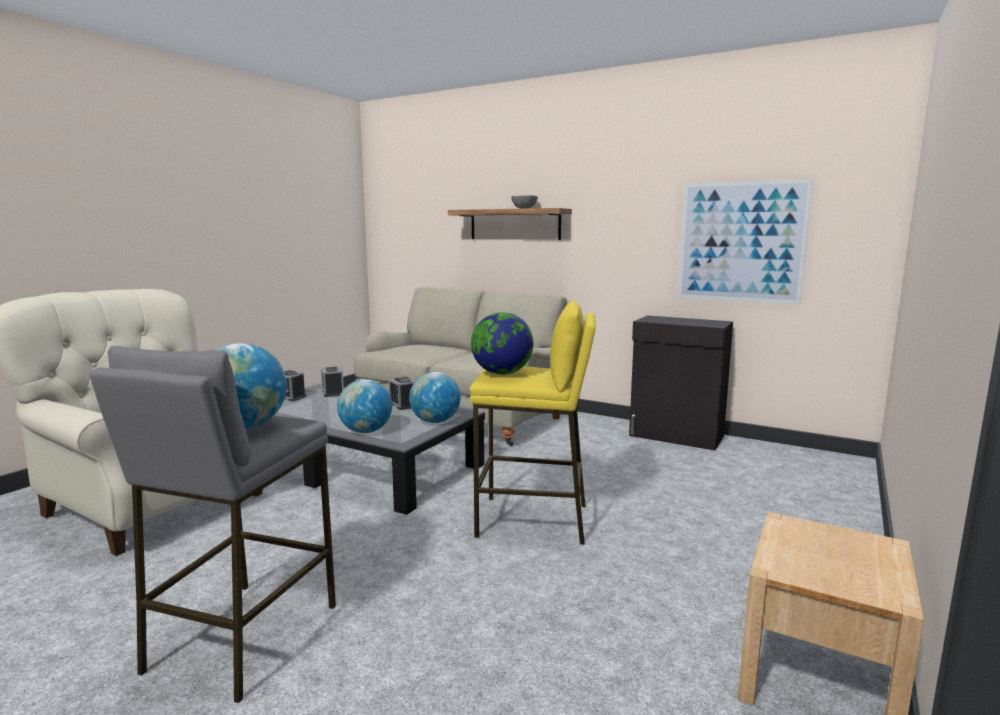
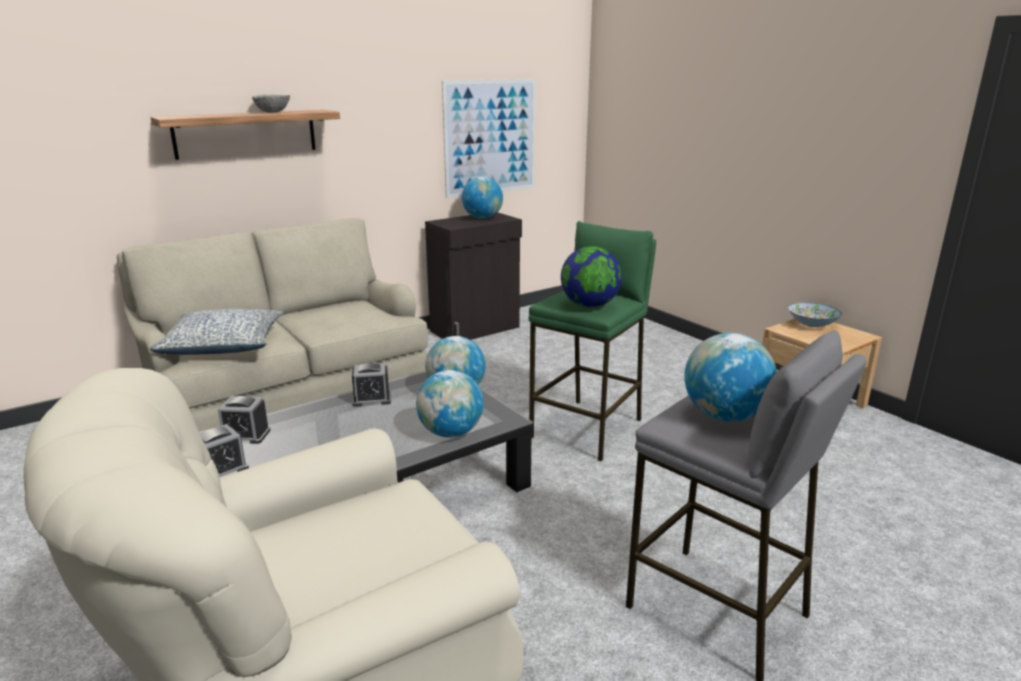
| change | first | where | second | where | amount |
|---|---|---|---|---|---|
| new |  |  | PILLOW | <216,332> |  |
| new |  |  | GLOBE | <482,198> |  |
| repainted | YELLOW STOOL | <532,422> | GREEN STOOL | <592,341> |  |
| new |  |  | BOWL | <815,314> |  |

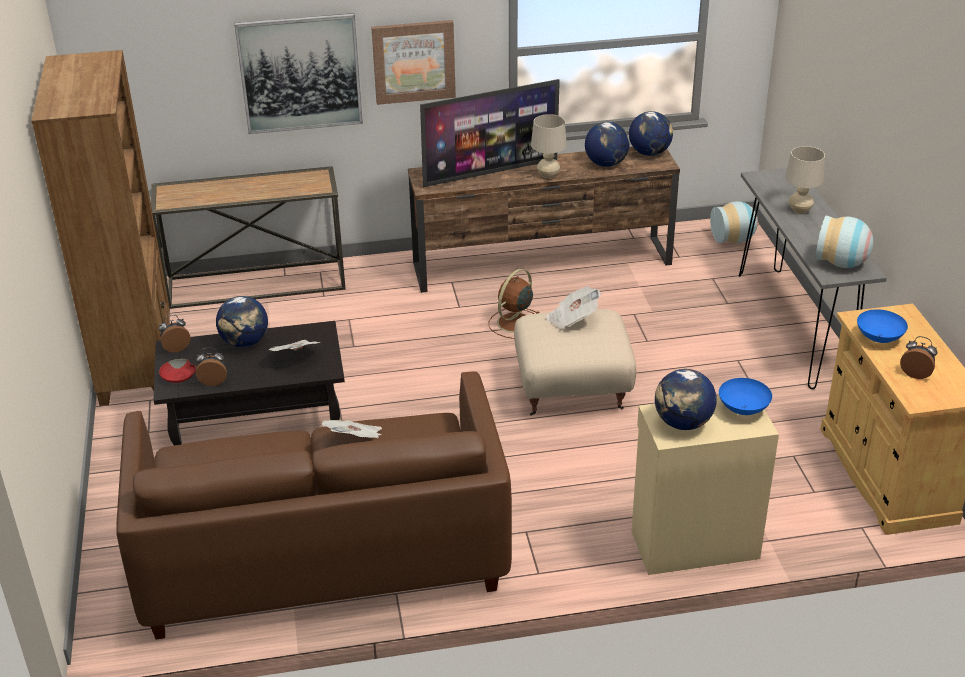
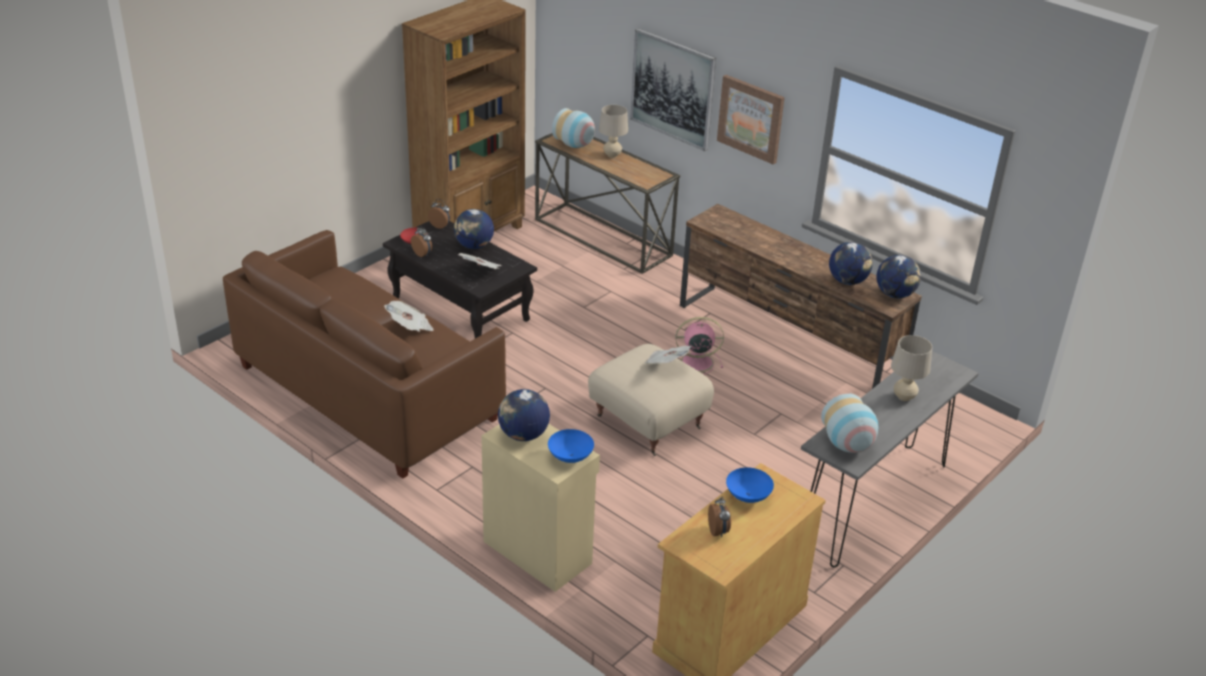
| change | first | where | second | where | amount |
|---|---|---|---|---|---|
| shifted | VASE | <734,222> |  | <573,128> |  |
| shifted | BEIGE TABLE LAMP | <549,146> |  | <613,131> |  |
| repainted | BROWN FAN | <514,304> | PINK FAN | <700,346> |  |
| gone | TELEVISION | <490,133> |  |  |  |

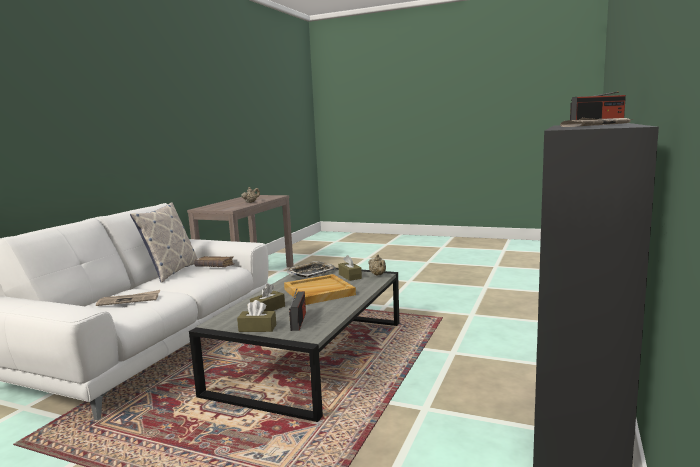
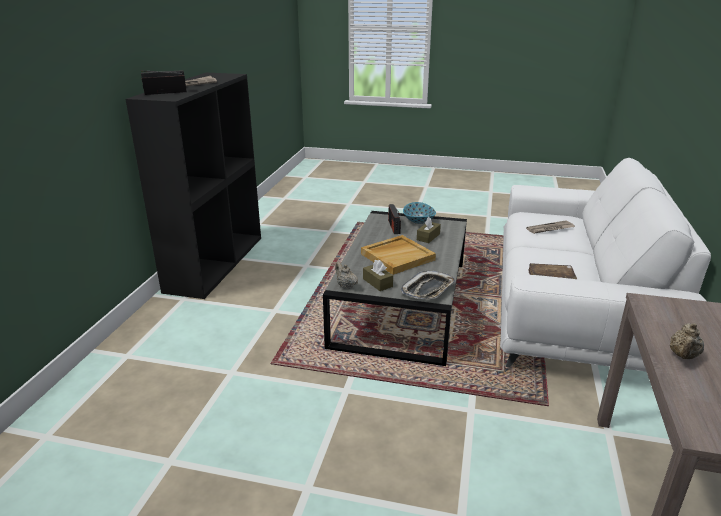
| change | first | where | second | where | amount |
|---|---|---|---|---|---|
| swapped | BROWN TISSUE BOX | <256,316> | BOWL | <419,213> |  |
| gone | PILLOW | <164,242> |  |  |  |

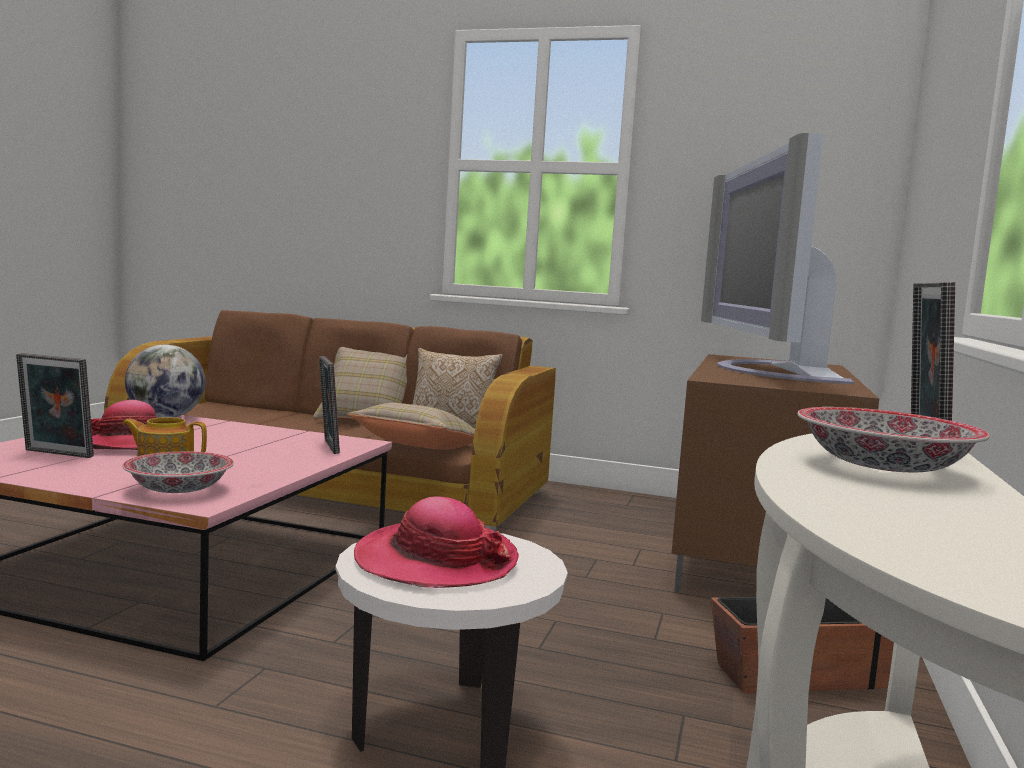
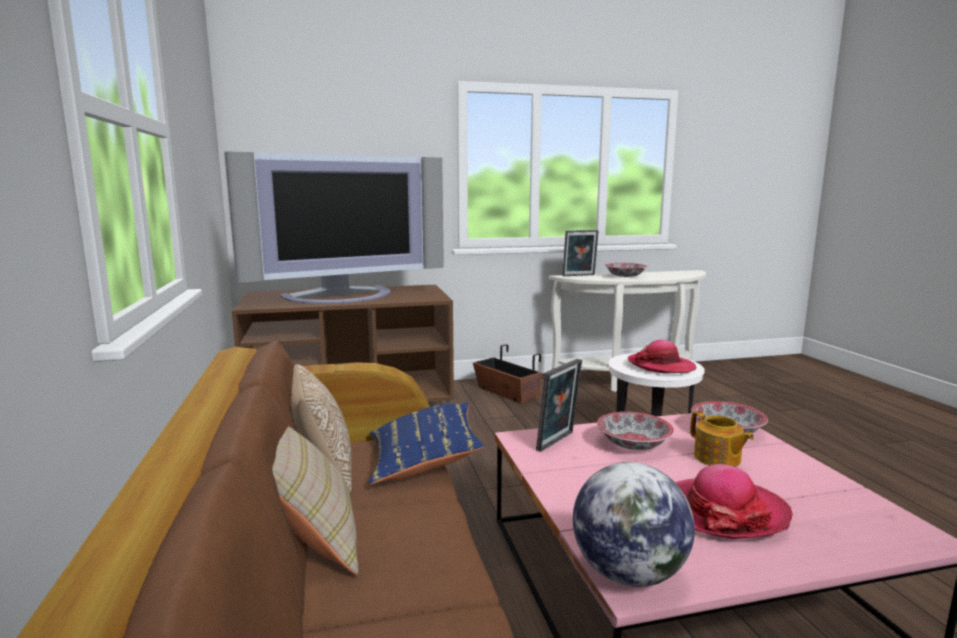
| change | first | where | second | where | amount |
|---|---|---|---|---|---|
| repainted | BEIGE PILLOW | <411,426> | BLUE PILLOW | <426,443> |  |
| new |  |  | BOWL | <635,431> |  |
| gone | PICTURE FRAME | <55,405> |  |  |  |

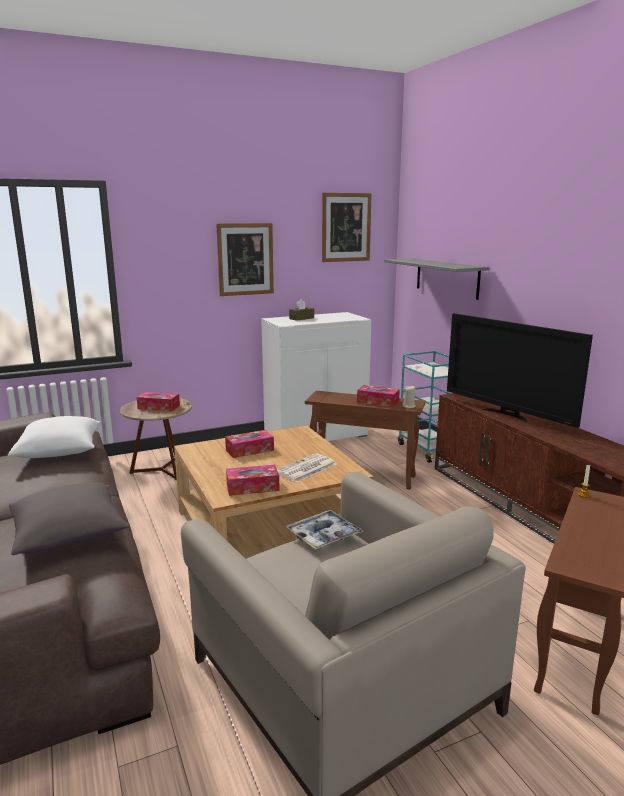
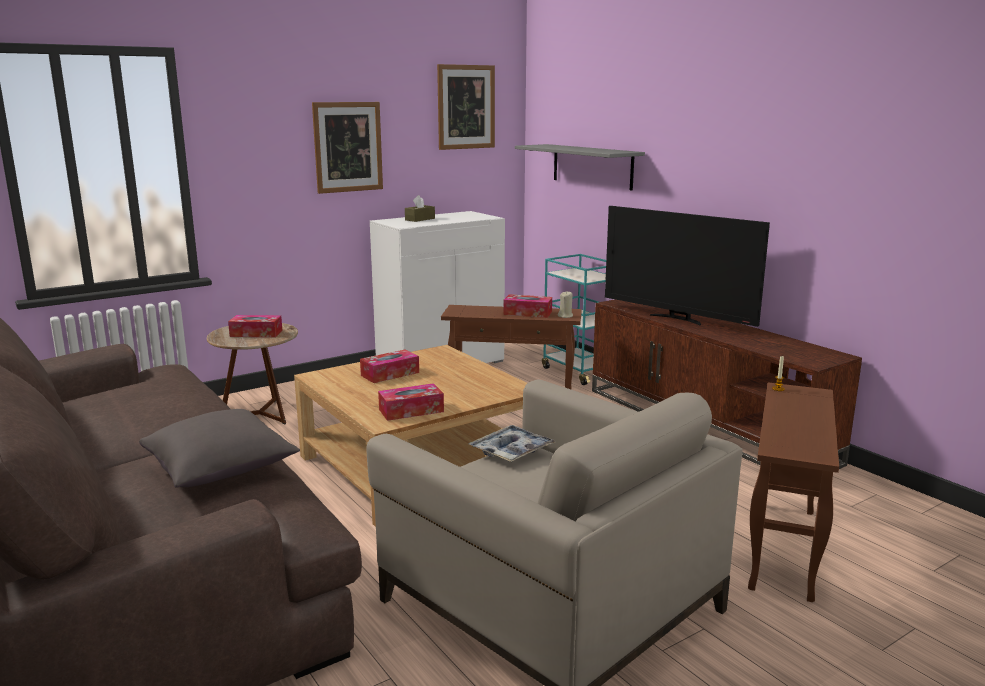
| change | first | where | second | where | amount |
|---|---|---|---|---|---|
| gone | WHITE PILLOW | <54,437> |  |  |  |
| gone | NEWSPAPER | <307,467> |  |  |  |

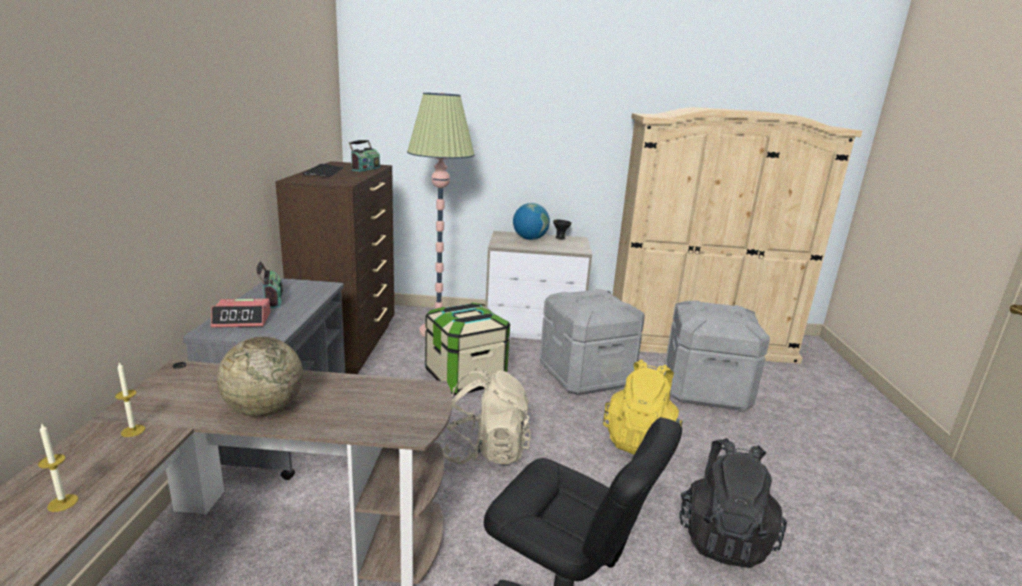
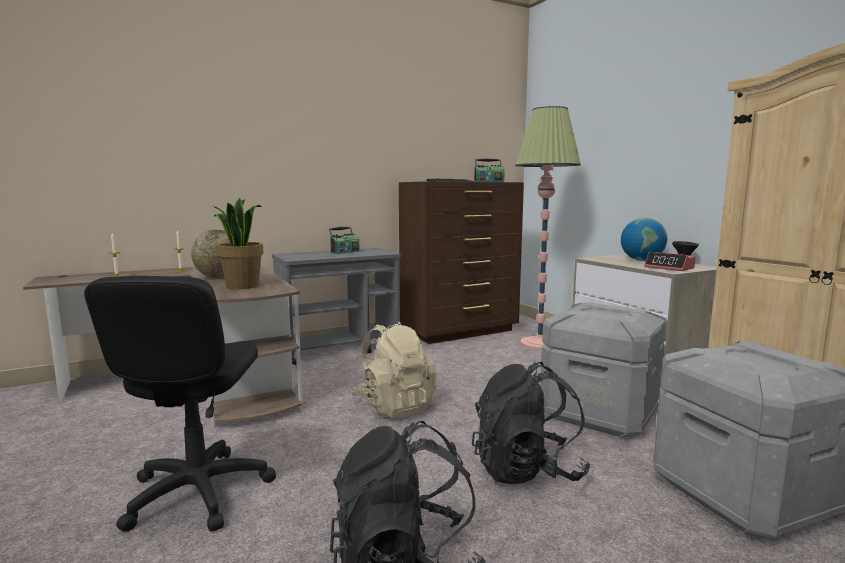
| change | first | where | second | where | amount |
|---|---|---|---|---|---|
| new |  |  | POTTED PLANT | <238,243> |  |
| repainted | YELLOW BACKPACK | <643,406> | BLACK BACKPACK | <531,423> |  |
| shifted | ALARM CLOCK | <241,313> |  | <669,261> |  |
| gone | STORAGE BOX | <467,349> |  |  |  |

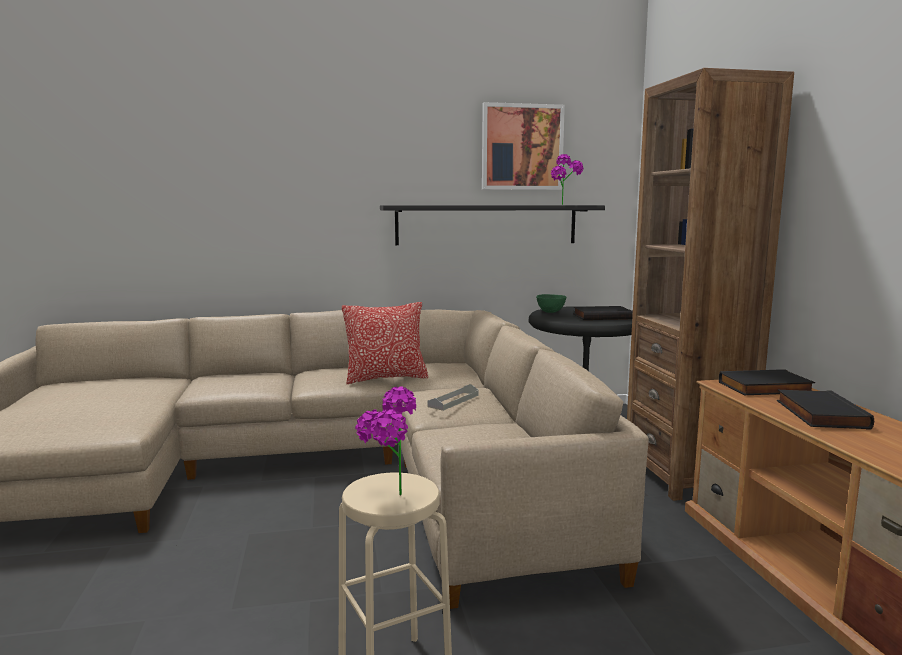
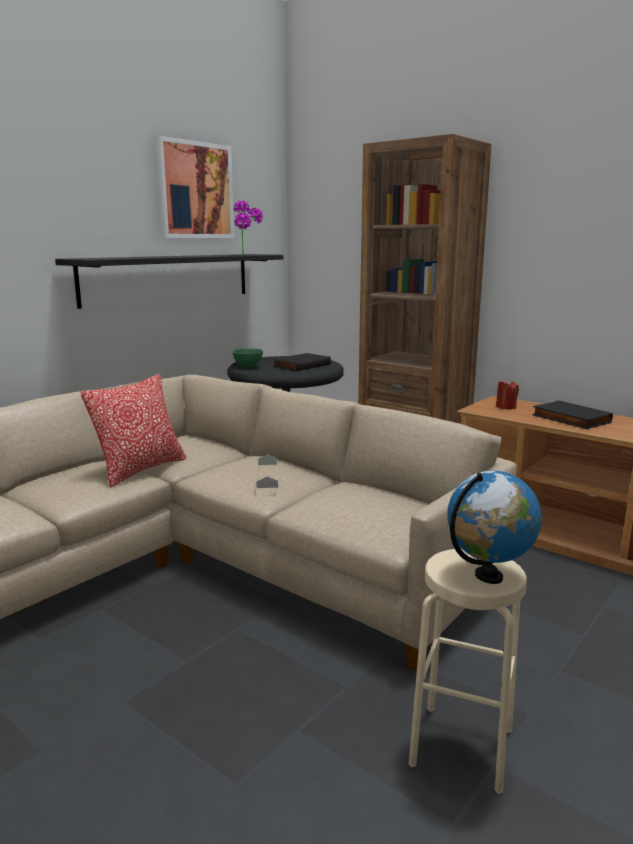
| change | first | where | second | where | amount |
|---|---|---|---|---|---|
| swapped | POTTED PLANT | <385,440> | GLOBE | <495,527> |  |
| swapped | BLACK BOOK | <767,382> | RED CANDLE | <507,394> |  |

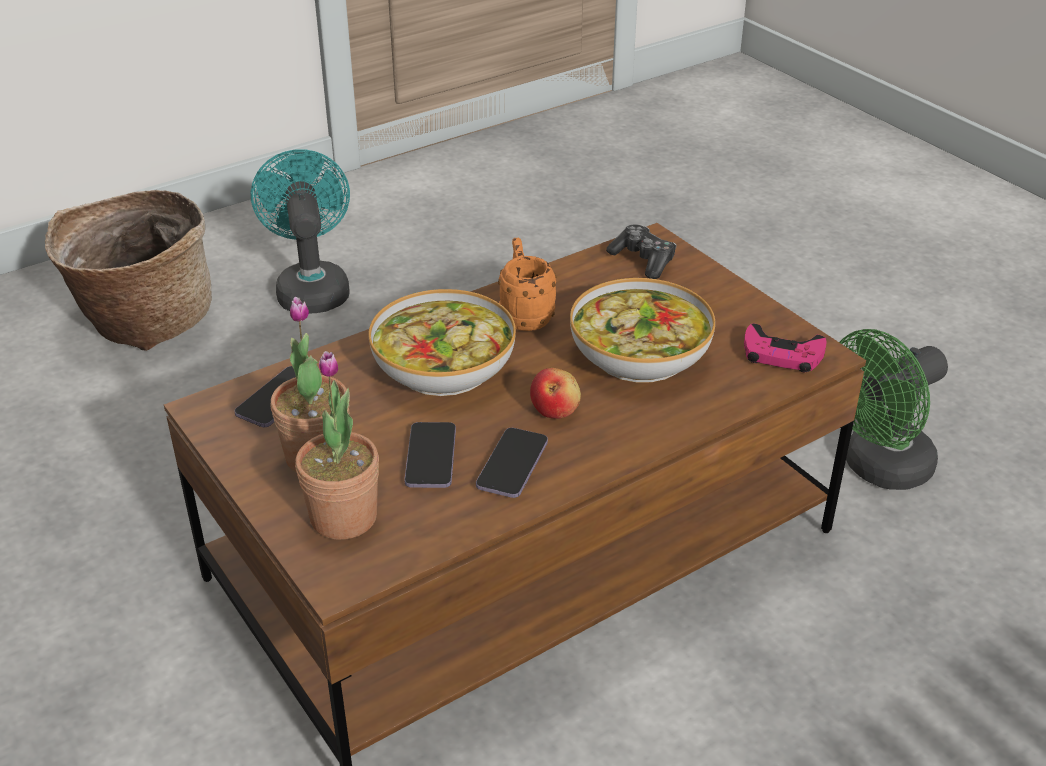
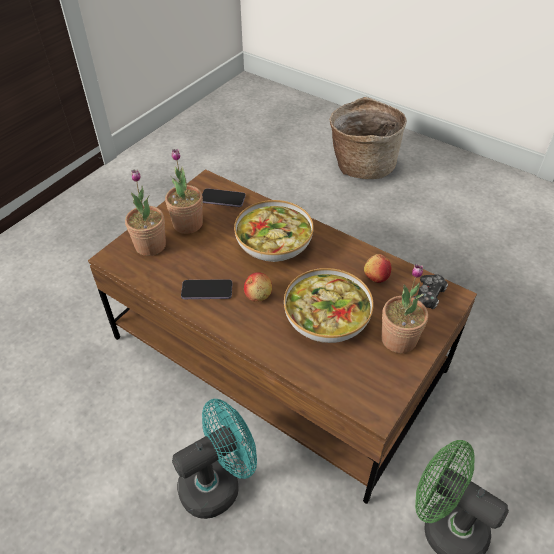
| change | first | where | second | where | amount |
|---|---|---|---|---|---|
| shifted | TURQUOISE FAN | <300,231> |  | <214,459> |  |
| new |  |  | APPLE | <377,268> |  |
| new |  |  | POTTED PLANT | <404,308> |  |
| gone | PHONE | <430,455> |  |  |  |
| gone | ORANGE MUG | <527,284> |  |  |  |
| gone | PINK GAME CONTROLLER | <785,347> |  |  |  |

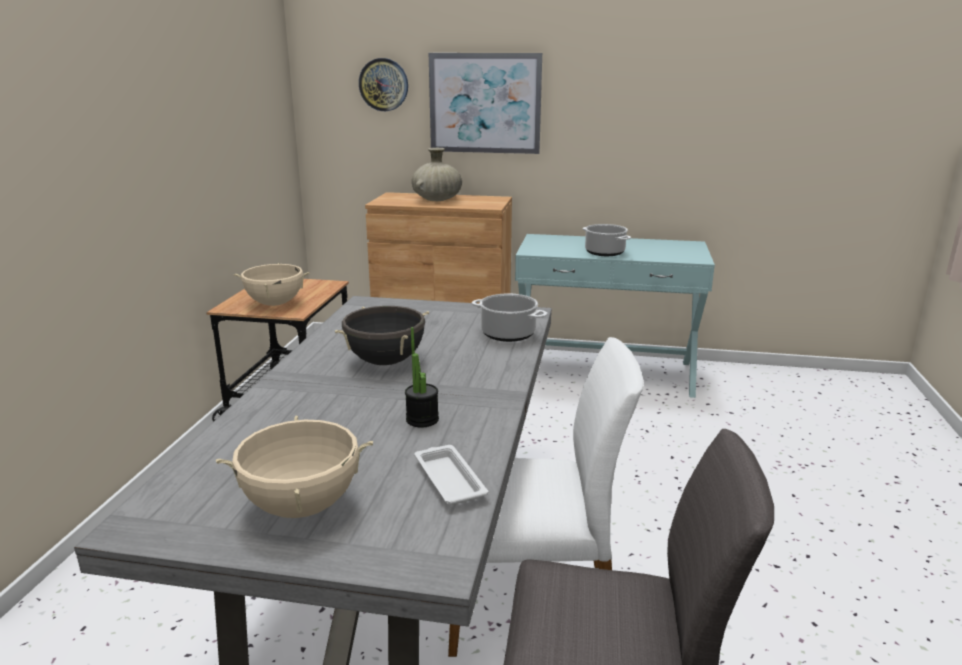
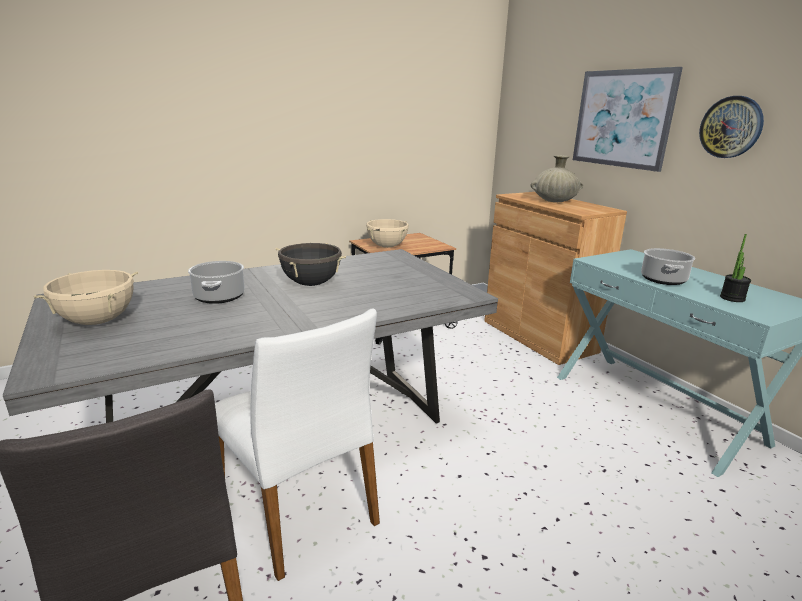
| change | first | where | second | where | amount |
|---|---|---|---|---|---|
| shifted | COOKING POT | <510,317> |  | <216,282> |  |
| shifted | WALL CLOCK | <383,84> |  | <731,127> |  |
| shifted | POTTED PLANT | <422,377> |  | <735,268> |  |
| gone | WHITE TRAY | <451,475> |  |  |  |

